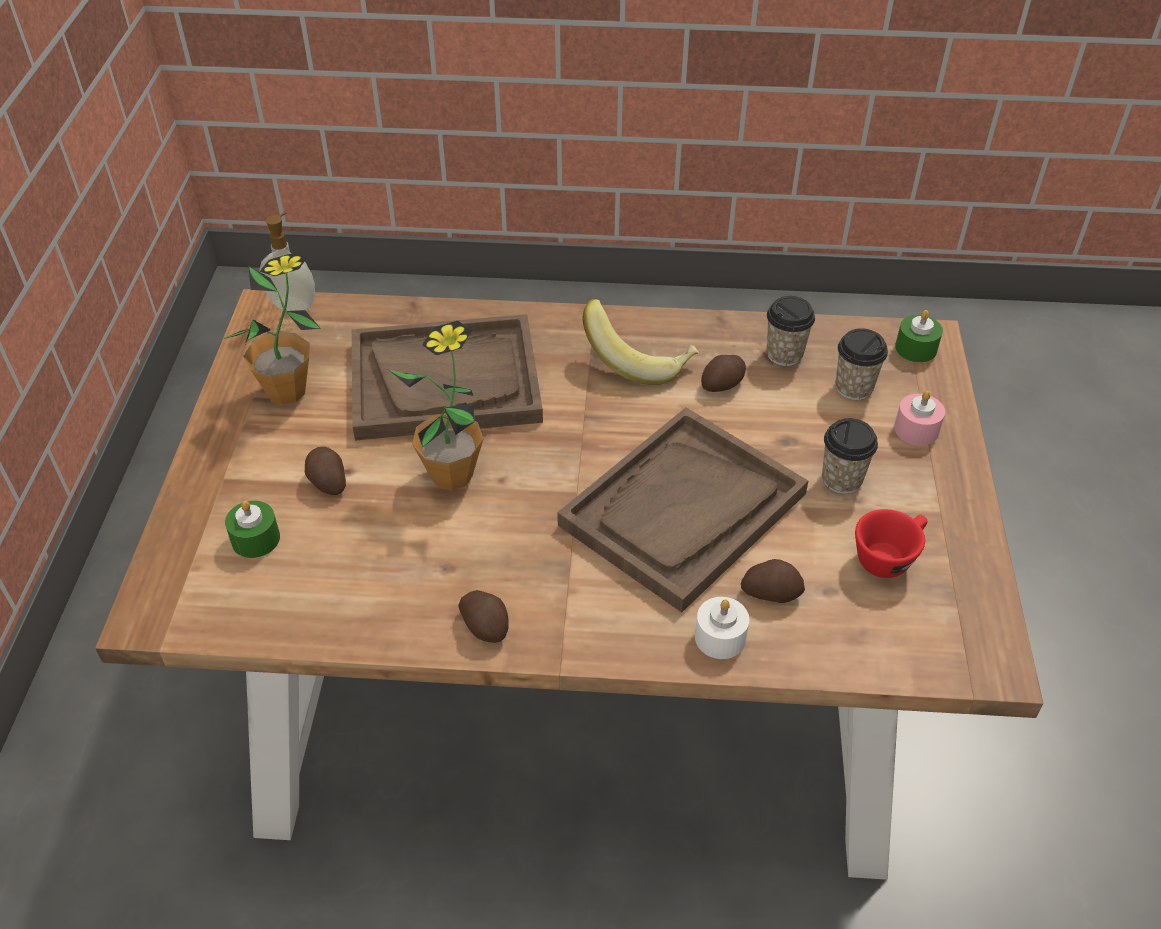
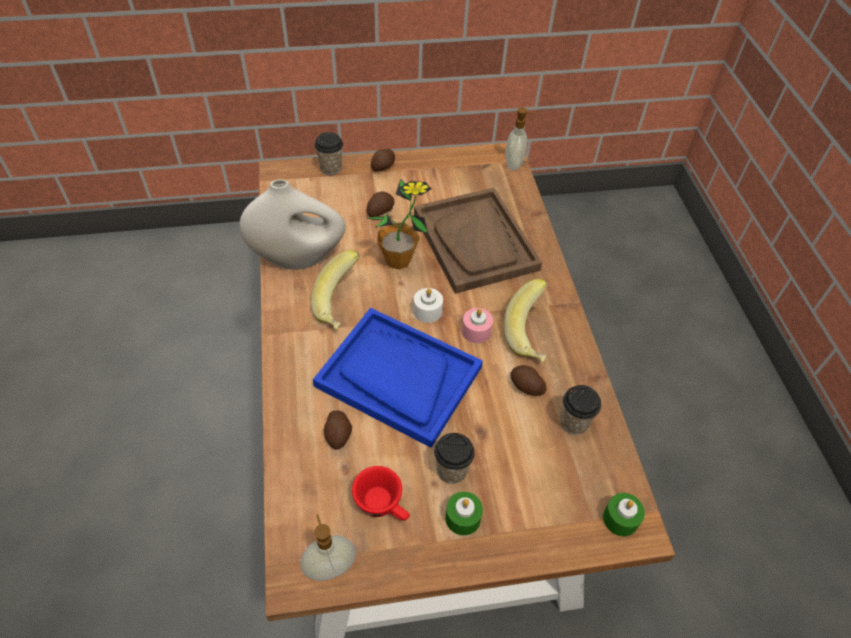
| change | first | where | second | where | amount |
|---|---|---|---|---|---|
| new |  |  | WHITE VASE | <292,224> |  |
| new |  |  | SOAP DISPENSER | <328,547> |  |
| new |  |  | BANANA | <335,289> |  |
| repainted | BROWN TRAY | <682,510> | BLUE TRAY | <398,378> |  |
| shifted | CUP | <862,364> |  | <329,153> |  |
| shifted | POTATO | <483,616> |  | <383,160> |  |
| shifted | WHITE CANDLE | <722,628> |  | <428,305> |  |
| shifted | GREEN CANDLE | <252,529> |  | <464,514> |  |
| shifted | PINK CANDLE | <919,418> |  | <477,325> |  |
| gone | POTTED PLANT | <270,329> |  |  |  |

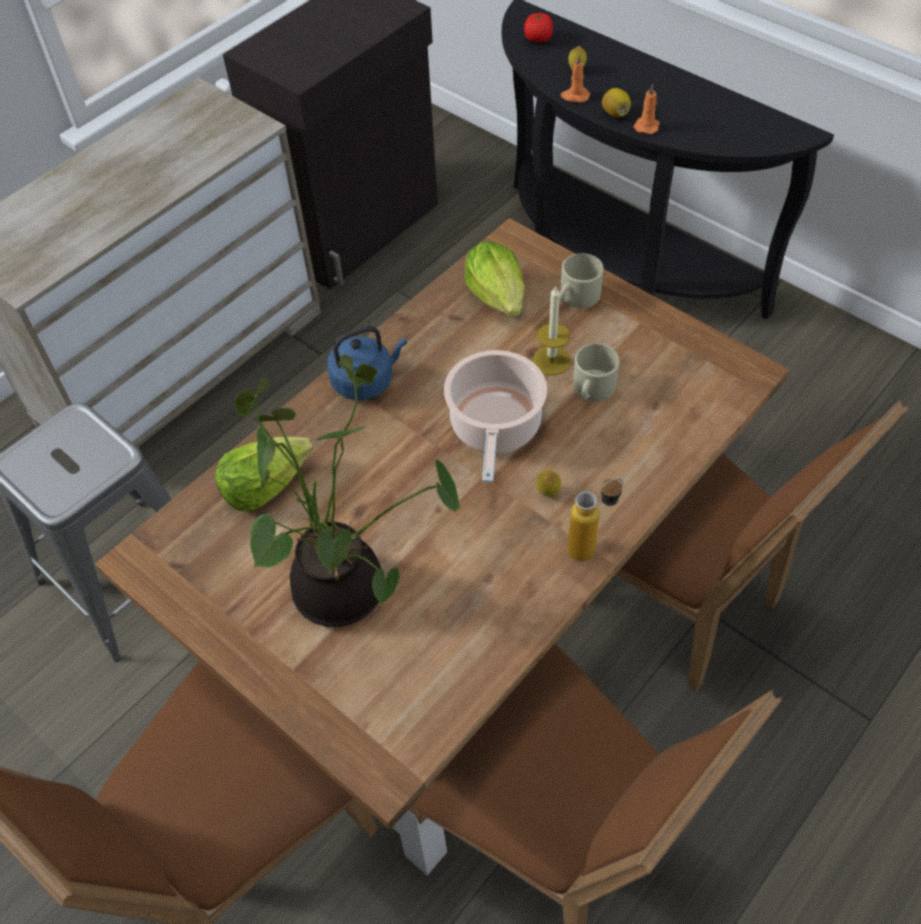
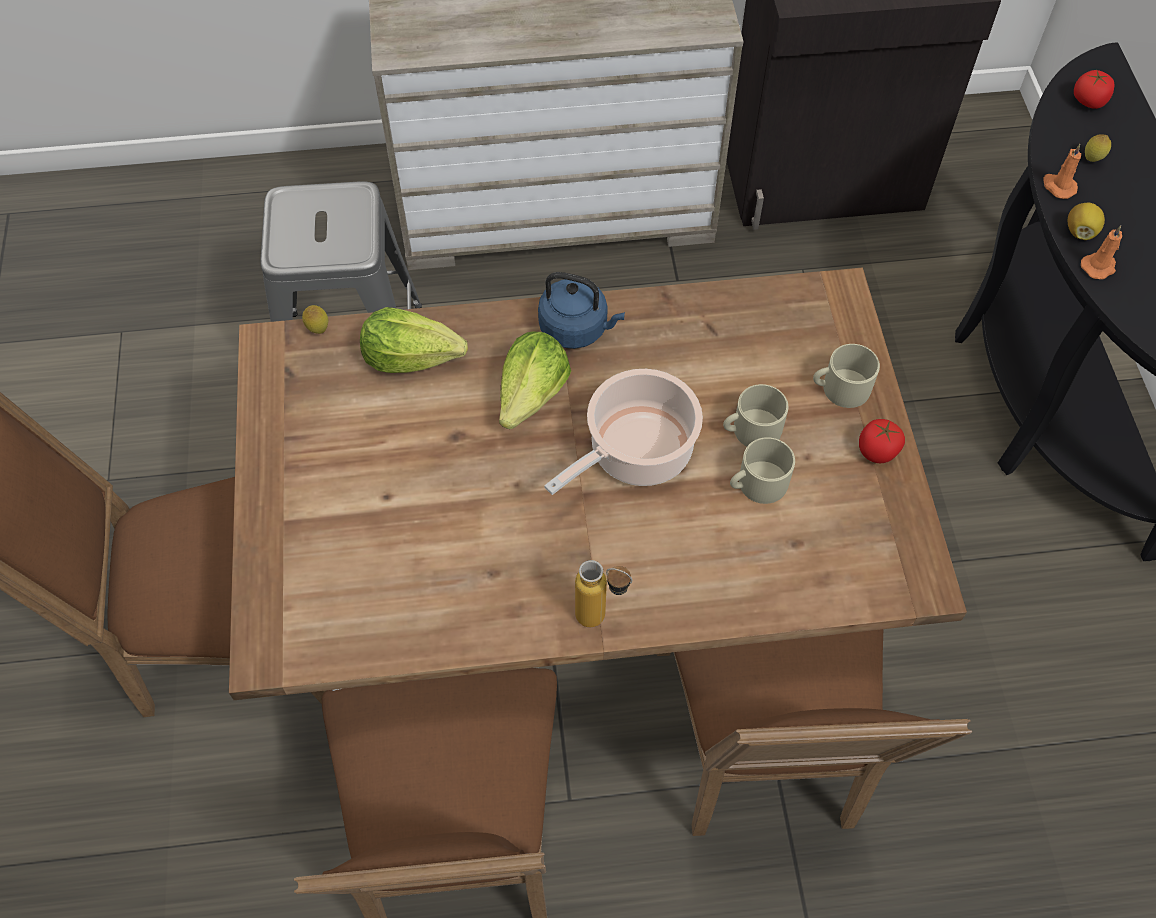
| change | first | where | second | where | amount |
|---|---|---|---|---|---|
| shifted | LEMON | <548,483> |  | <315,319> |  |
| shifted | LETTUCE | <494,279> |  | <535,380> |  |
| swapped | CANDLE | <552,330> | BEIGE MUG | <755,415> |  |
| new |  |  | TOMATO | <882,441> |  |
| gone | POTTED PLANT | <348,491> |  |  |  |

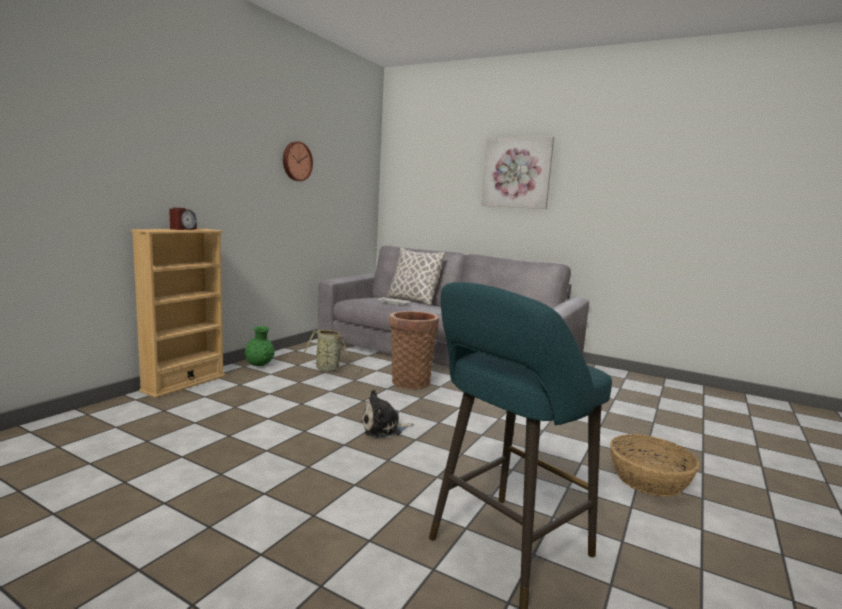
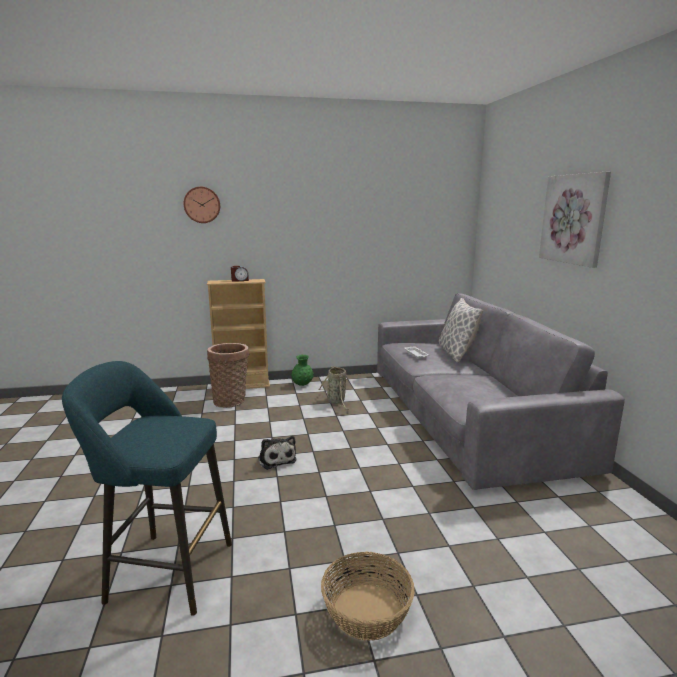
| change | first | where | second | where | amount |
|---|---|---|---|---|---|
| shifted | WALL CLOCK | <298,161> |  | <202,204> |  |
| shifted | BASKET | <414,350> |  | <228,375> |  |
| rotated | PLUSH TOY | <387,413> |  | <277,453> | 150 degrees counterclockwise |

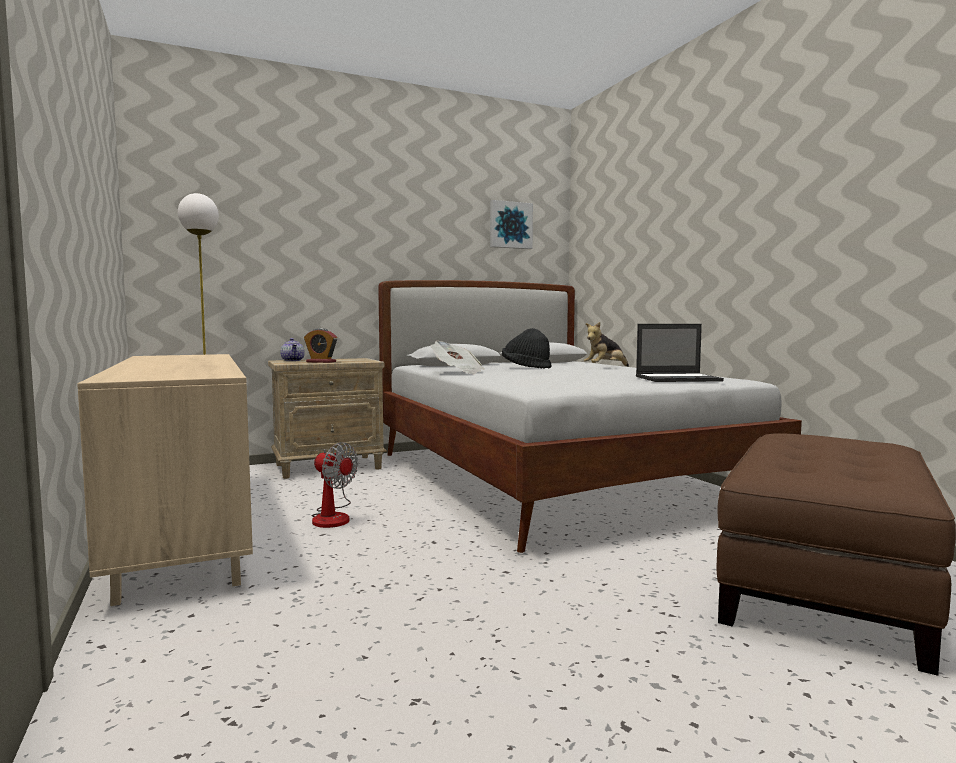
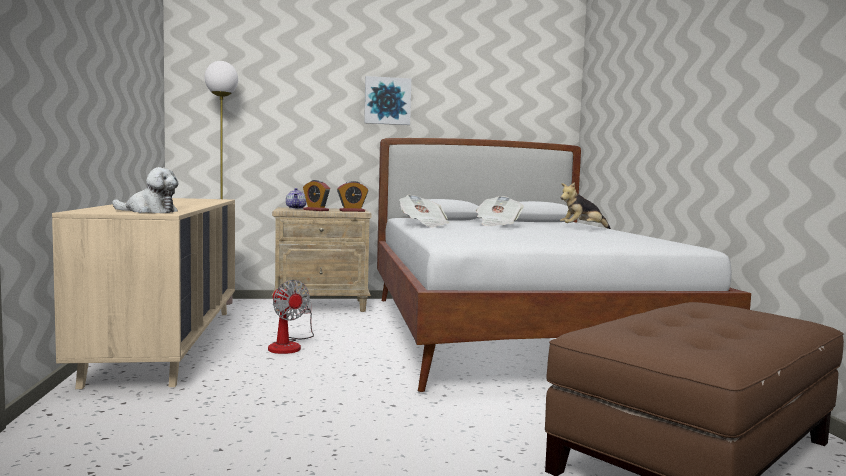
| change | first | where | second | where | amount |
|---|---|---|---|---|---|
| new |  |  | PLUSH TOY | <145,190> |  |
| new |  |  | ALARM CLOCK | <352,196> |  |
| shifted | PICTURE | <511,224> |  | <387,100> |  |
| swapped | BLACK HAT | <527,348> | NEWSPAPER | <500,211> |  |
| gone | LAPTOP | <680,353> |  |  |  |

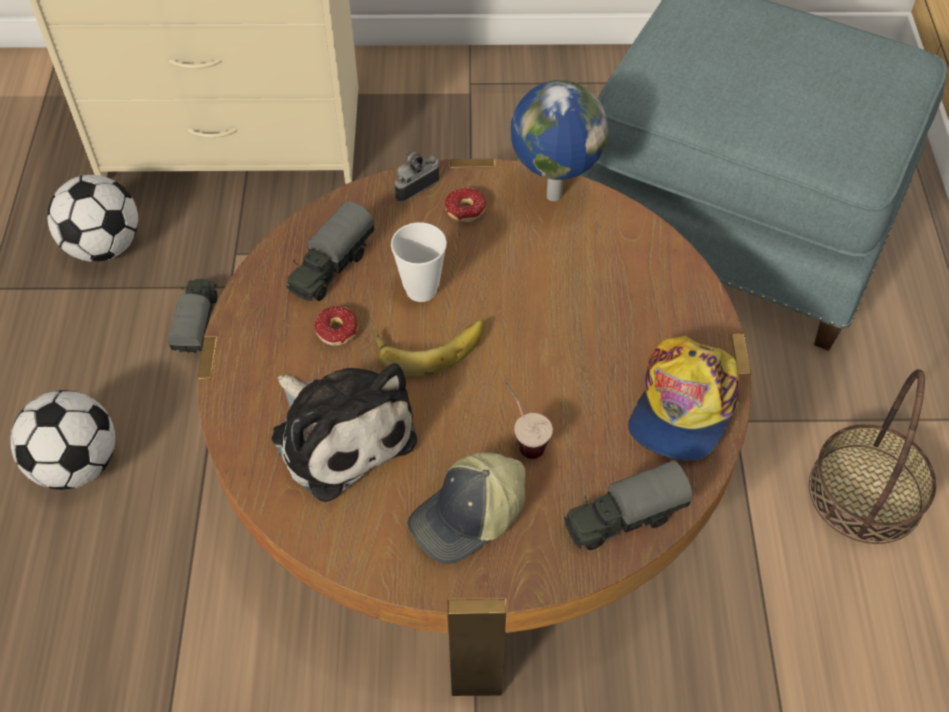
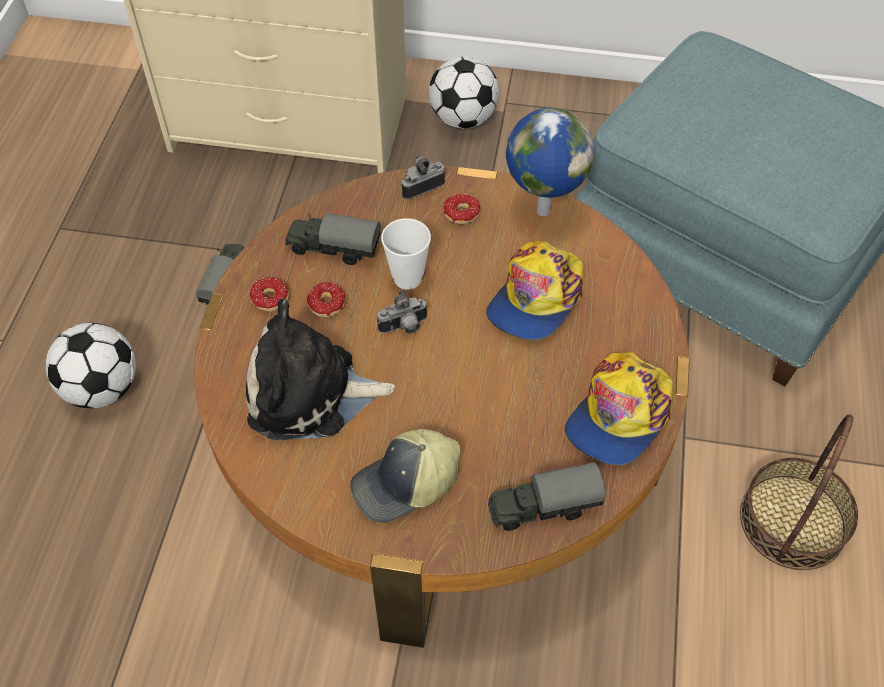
| change | first | where | second | where | amount |
|---|---|---|---|---|---|
| rotated | PLUSH TOY | <344,432> |  | <320,369> | 120 degrees clockwise |
| new |  |  | DONUT | <269,294> |  |
| rotated | TOY TRUCK | <330,251> |  | <333,239> | 60 degrees clockwise |
| swapped | BANANA | <429,348> | PHOTO CAMERA | <402,312> |  |
| shifted | FOOTBALL | <92,218> |  | <464,92> |  |
| new |  |  | CAP | <535,290> |  |
| gone | CUP | <528,419> |  |  |  |

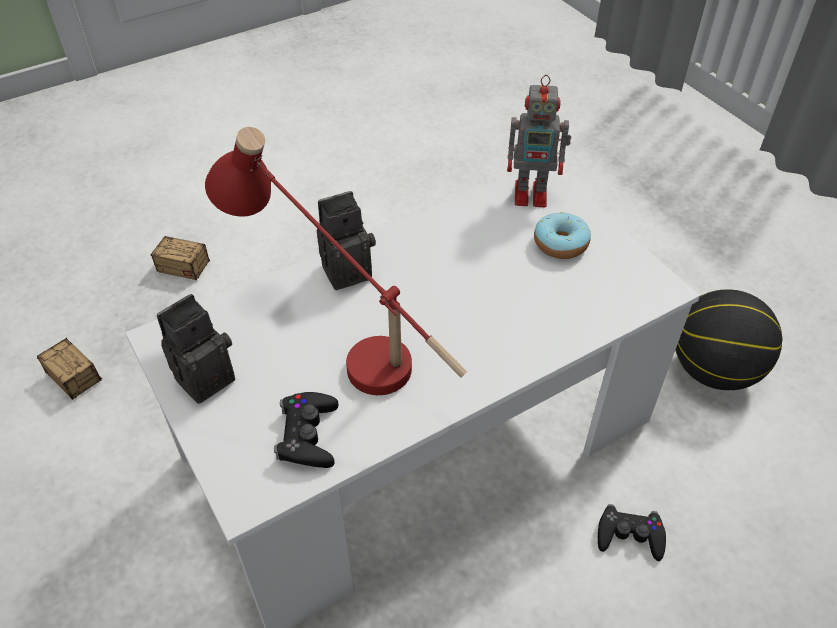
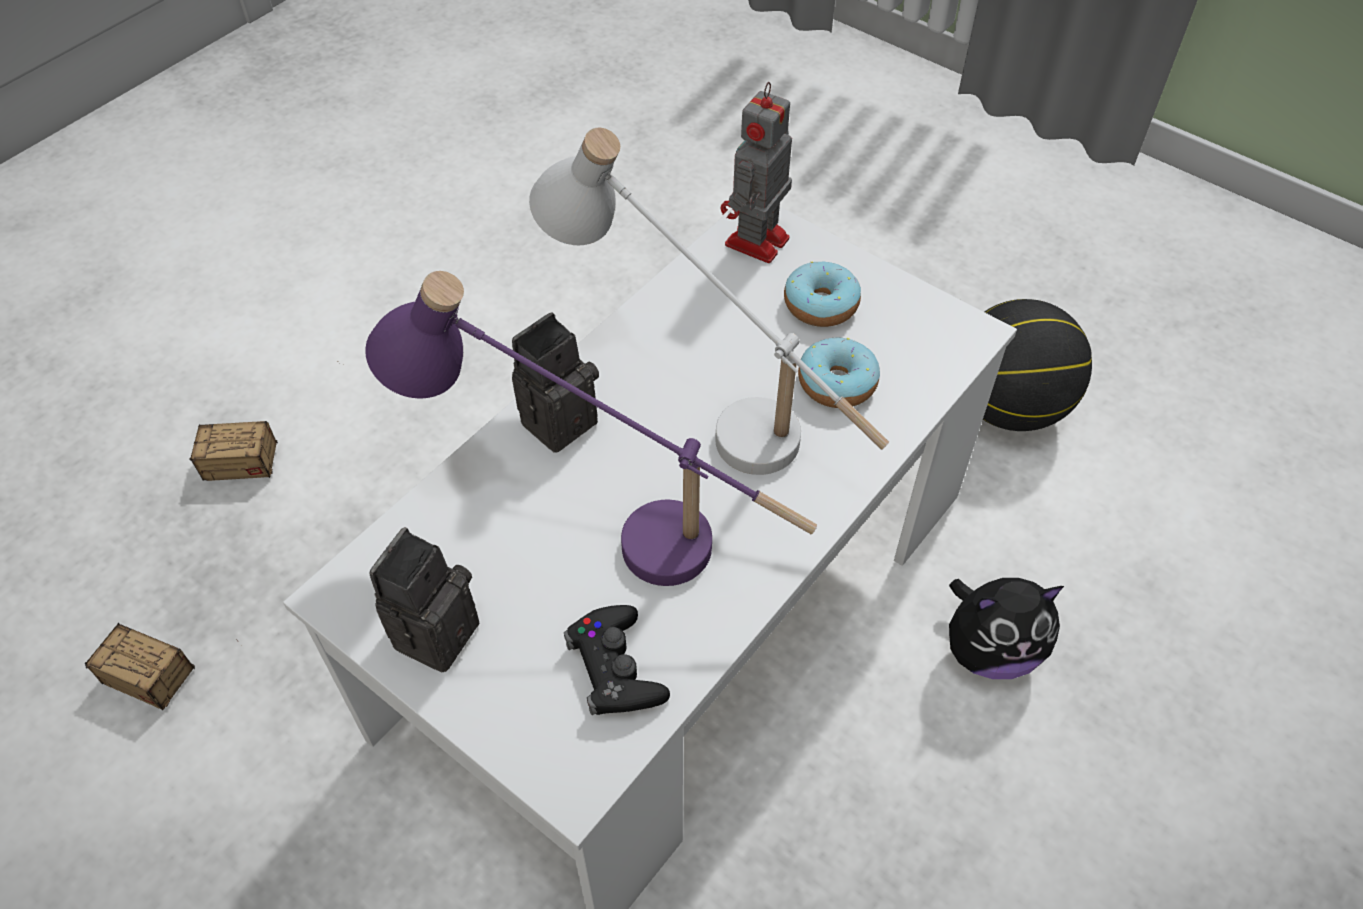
| change | first | where | second | where | amount |
|---|---|---|---|---|---|
| repainted | RED TABLE LAMP | <336,261> | PURPLE TABLE LAMP | <591,428> |  |
| new |  |  | WHITE TABLE LAMP | <709,301> |  |
| rotated | TOY ROBOT | <539,141> |  | <756,172> | 135 degrees clockwise |
| new |  |  | DONUT | <839,372> |  |
| swapped | BLACK GAME CONTROLLER | <632,532> | PLUSH TOY | <1006,628> |  |

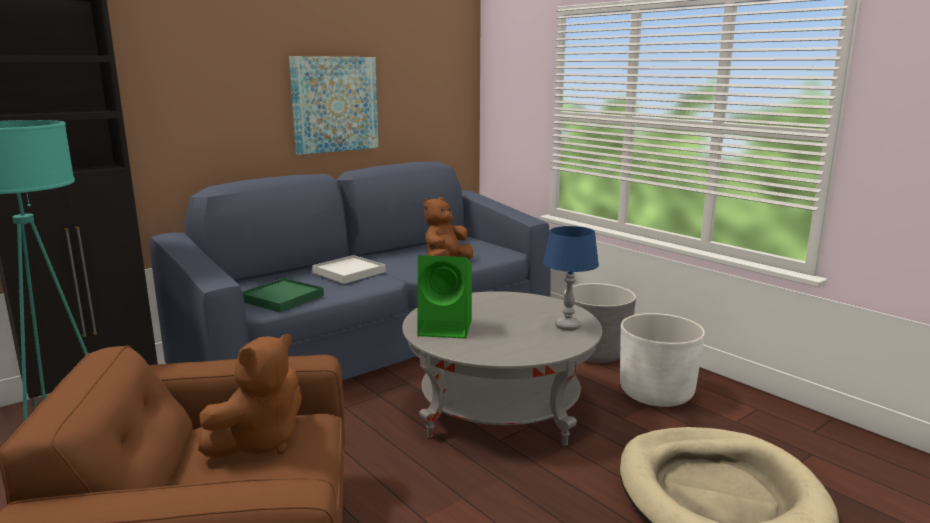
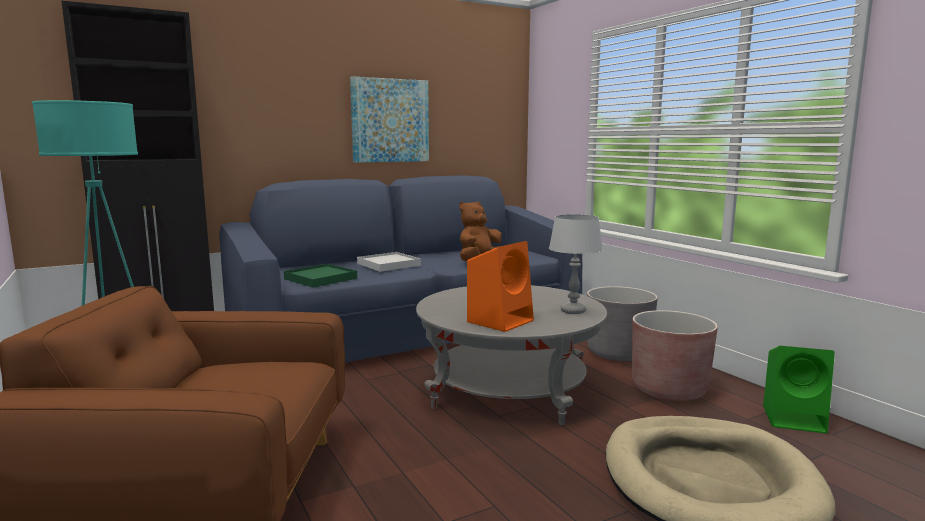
| change | first | where | second | where | amount |
|---|---|---|---|---|---|
| new |  |  | ORANGE SPEAKER | <500,286> |  |
| repainted | BLUE TABLE LAMP | <571,278> | GREY TABLE LAMP | <576,264> |  |
| repainted | WHITE PLANTER | <662,360> | BROWN PLANTER | <675,355> |  |
| shifted | GREEN SPEAKER | <445,296> |  | <799,390> |  |
| gone | BROWN PLUSH TOY | <250,396> |  |  |  |

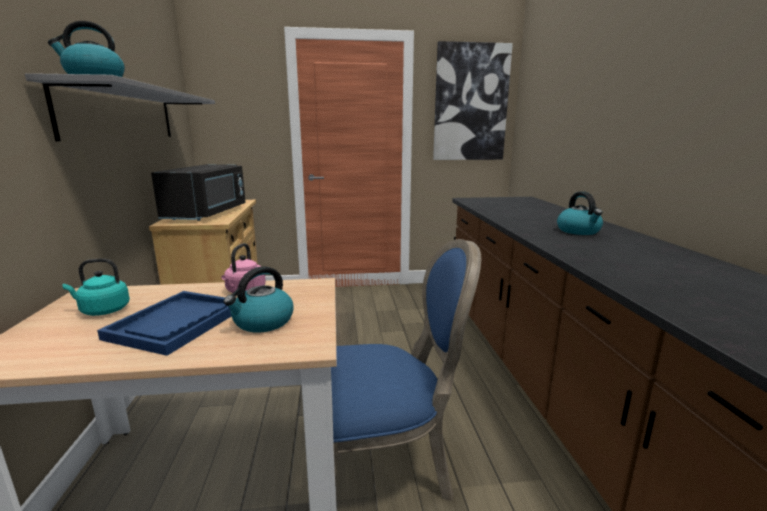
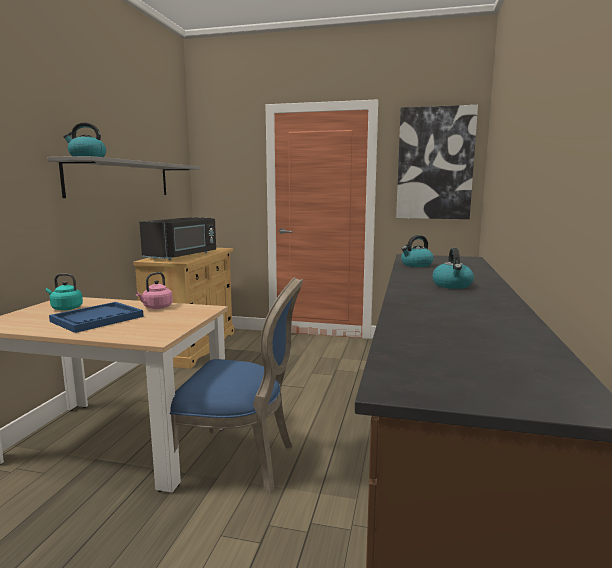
| change | first | where | second | where | amount |
|---|---|---|---|---|---|
| shifted | KETTLE | <259,299> |  | <417,251> |  |

